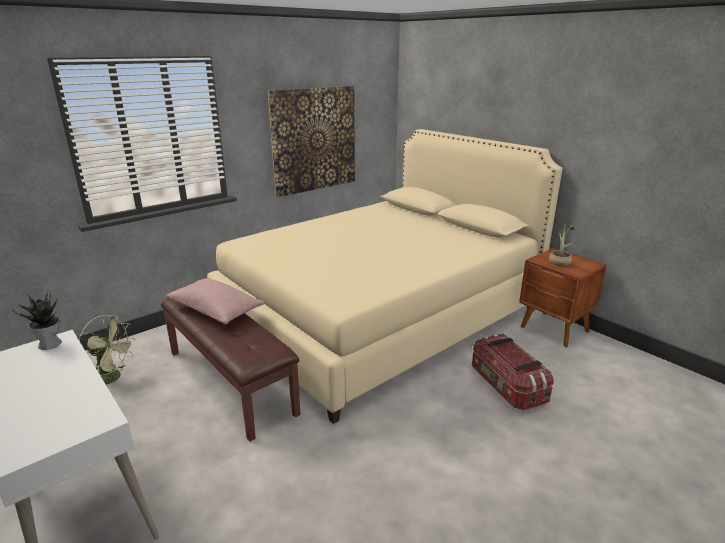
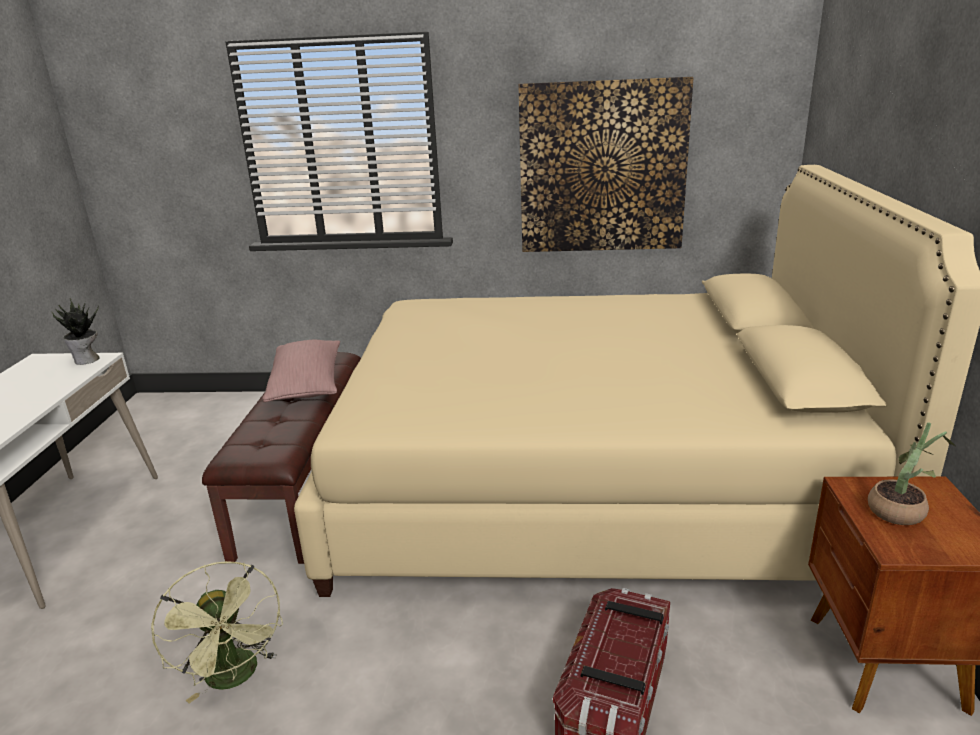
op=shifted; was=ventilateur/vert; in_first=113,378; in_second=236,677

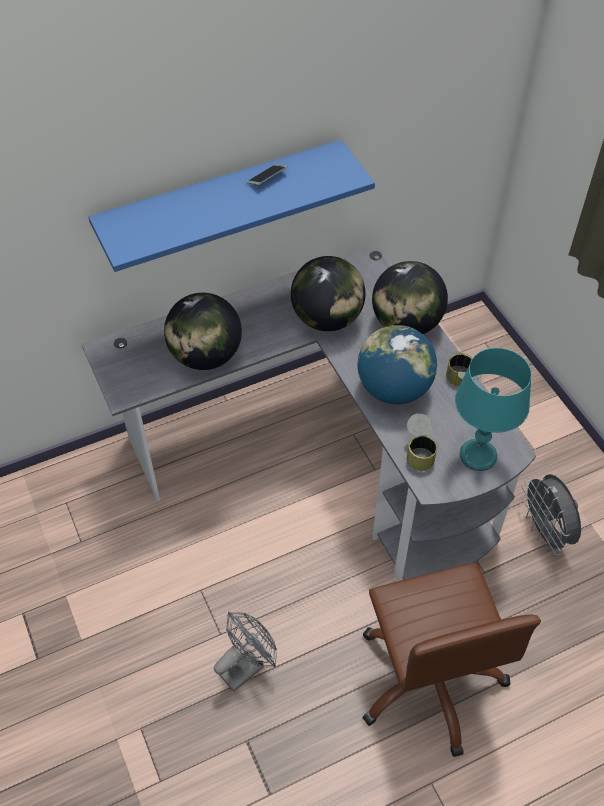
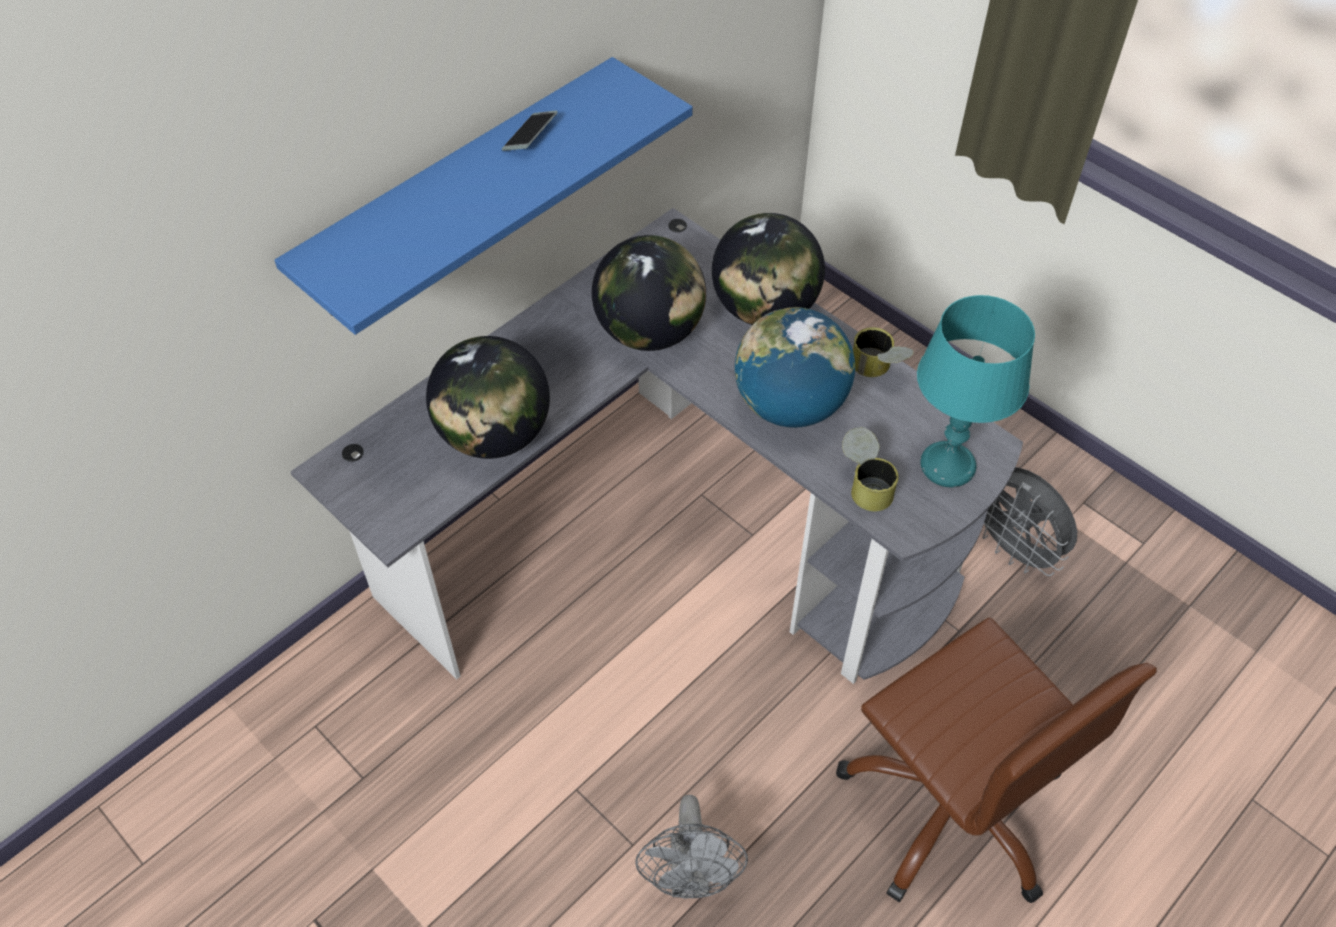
op=rotated; was=ventilateur/gris; in_first=247,666; in_second=691,878; clockwise=150

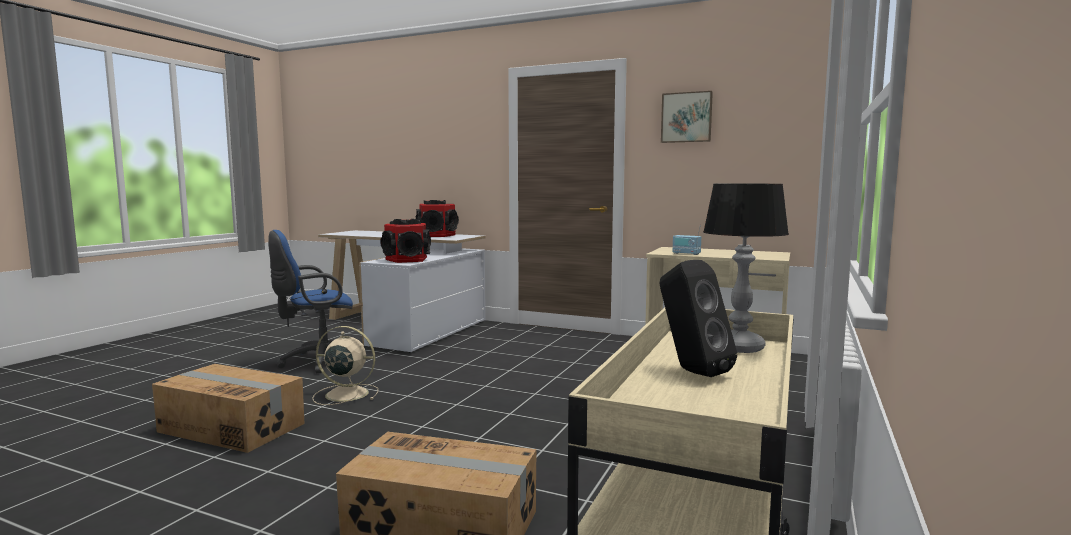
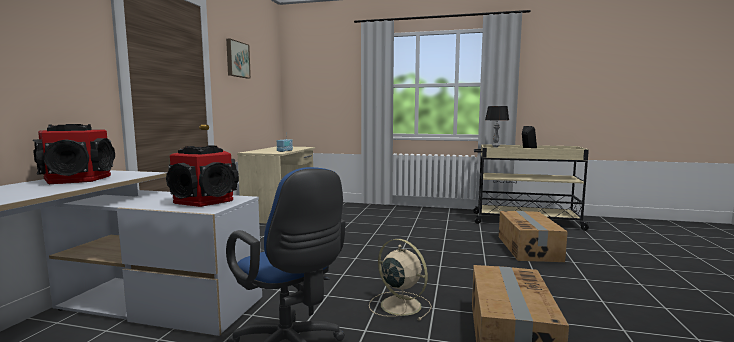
op=rotated; was=ventilateur/beige; in_first=345,394; in_second=399,305; clockwise=135

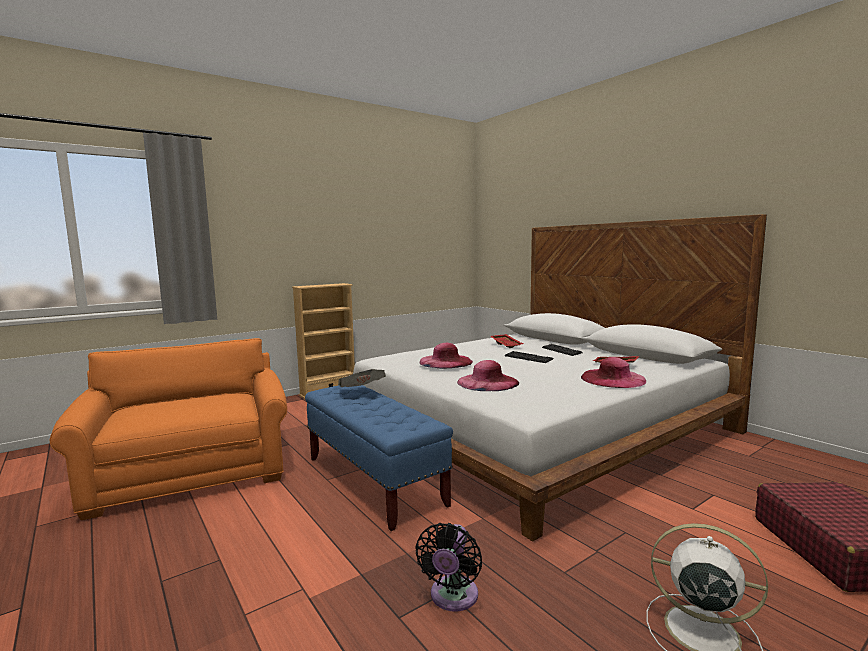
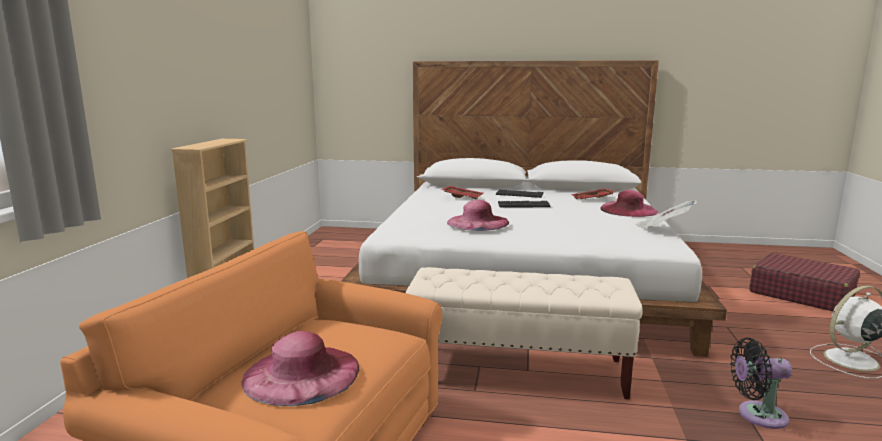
op=shifted; was=chapeau/rose; in_first=488,382; in_second=301,373
op=shifted; was=journal; in_first=362,392; in_second=663,229
op=repainted; was=banc/bleu; now=banc/beige; in_first=374,481; in_second=518,371
op=rotated; was=ventilateur/noir; in_first=452,597; in_second=757,415; clockwise=120

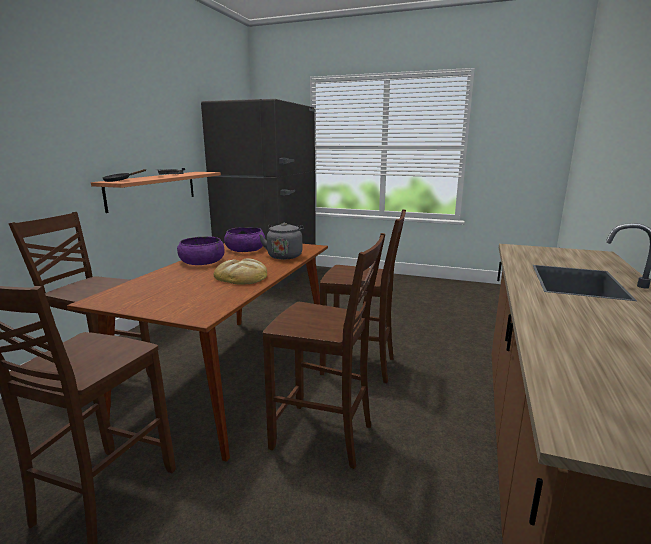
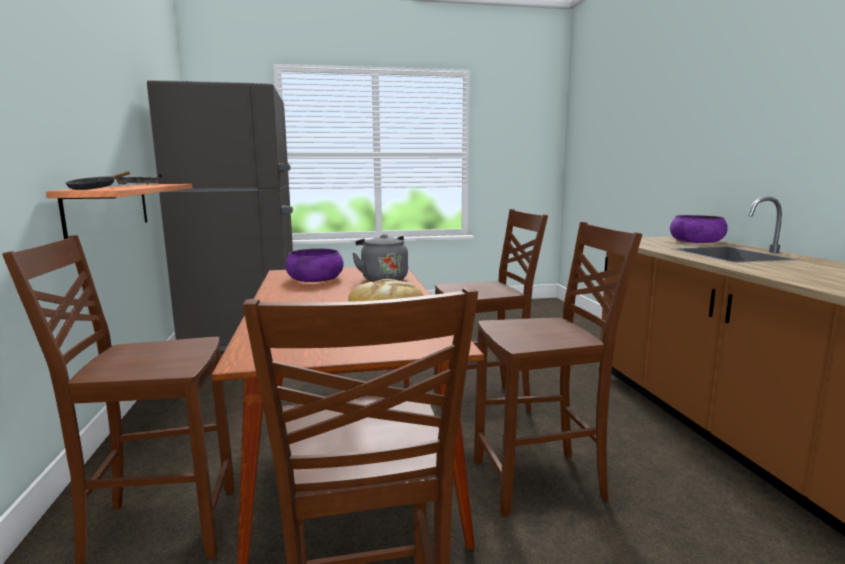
op=shifted; was=bol/violet; in_first=202,261; in_second=696,241

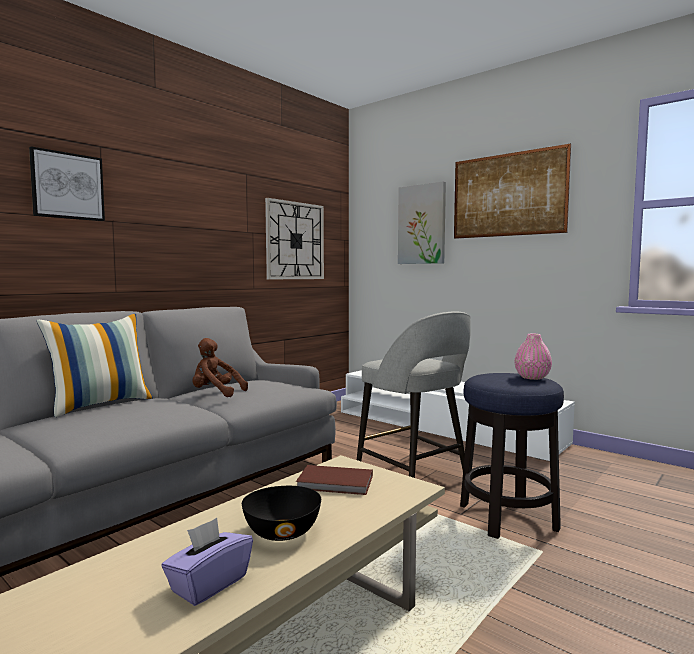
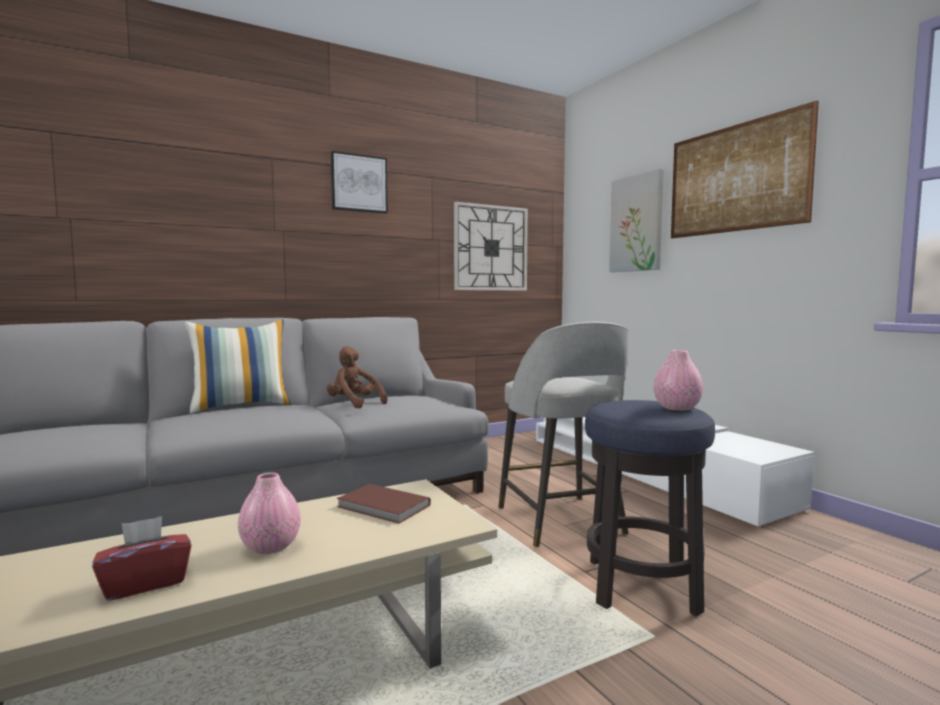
op=shifted; was=tableau; in_first=67,186; in_second=359,183
op=swapped; was=bol/noir; now=vase/rose; in_first=282,532; in_second=271,547
op=repainted; was=boîte à mouchoirs/violet; now=boîte à mouchoirs/rouge; in_first=208,584; in_second=145,583

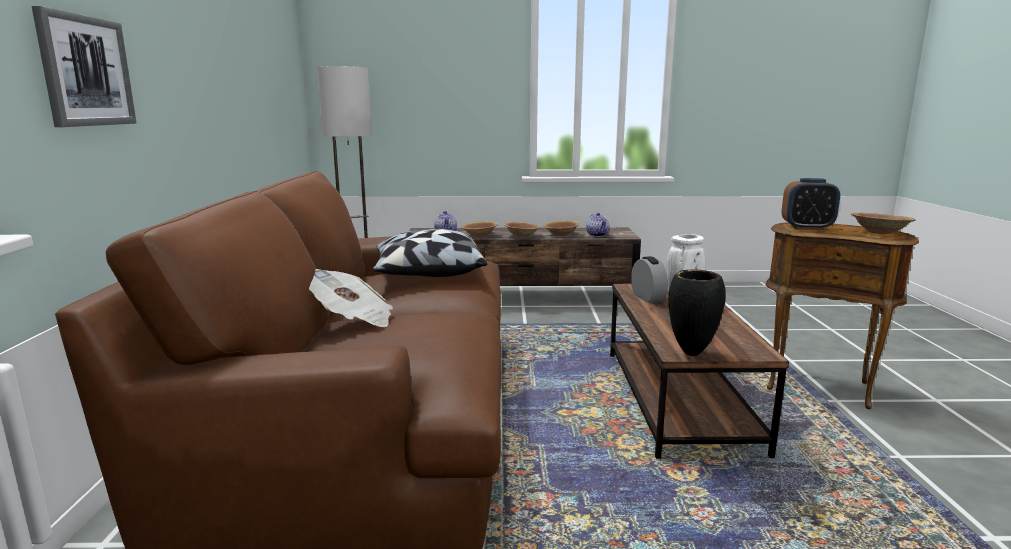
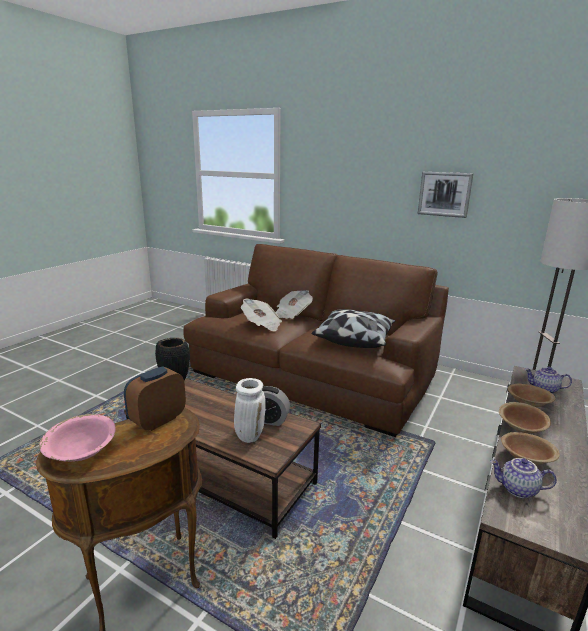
op=shifted; was=tableau; in_first=85,71; in_second=444,194
op=repainted; was=bol/marron; now=bol/rose; in_first=879,232; in_second=81,452
op=new; now=journal; in_second=262,325

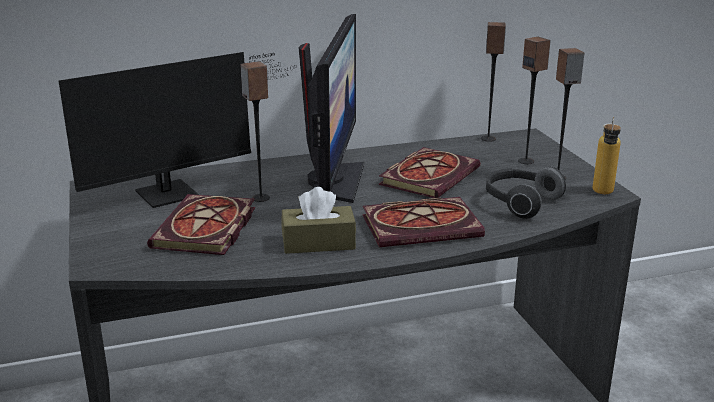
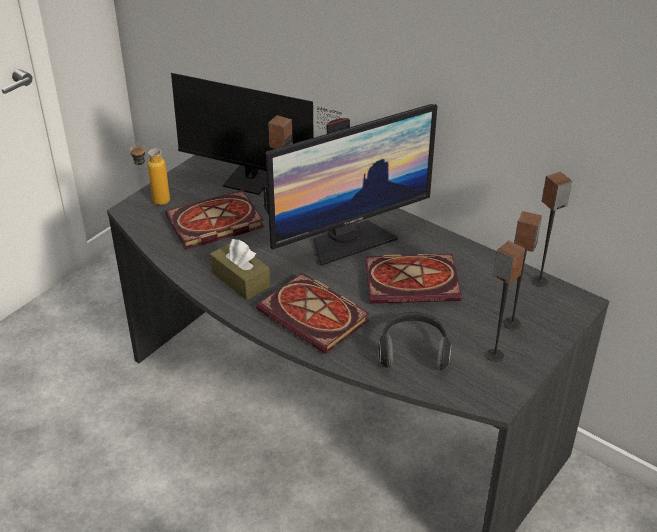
op=shifted; was=bouteille; in_first=602,194; in_second=154,202

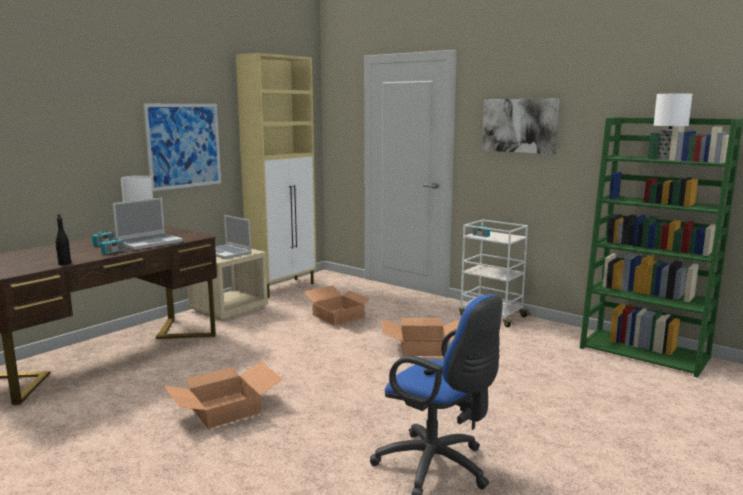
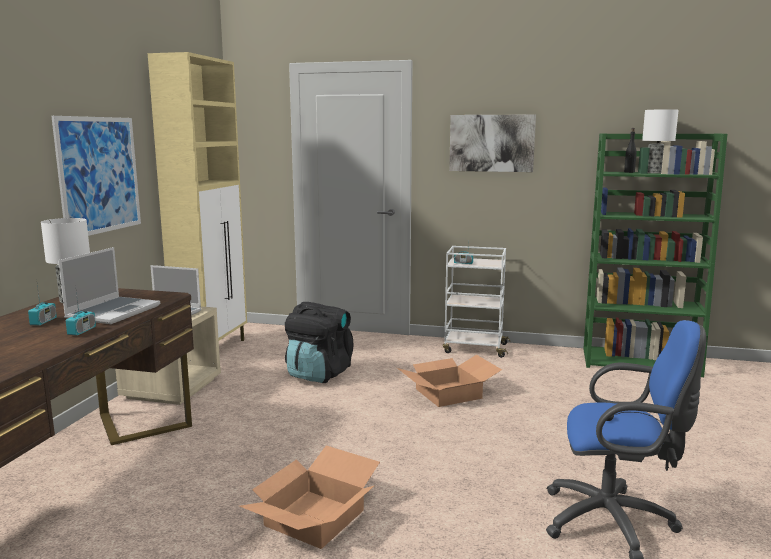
op=shifted; was=bouteille/noir; in_first=64,263; in_second=629,172
op=swapped; was=carton; now=sac à dos/noir; in_first=339,316; in_second=319,374

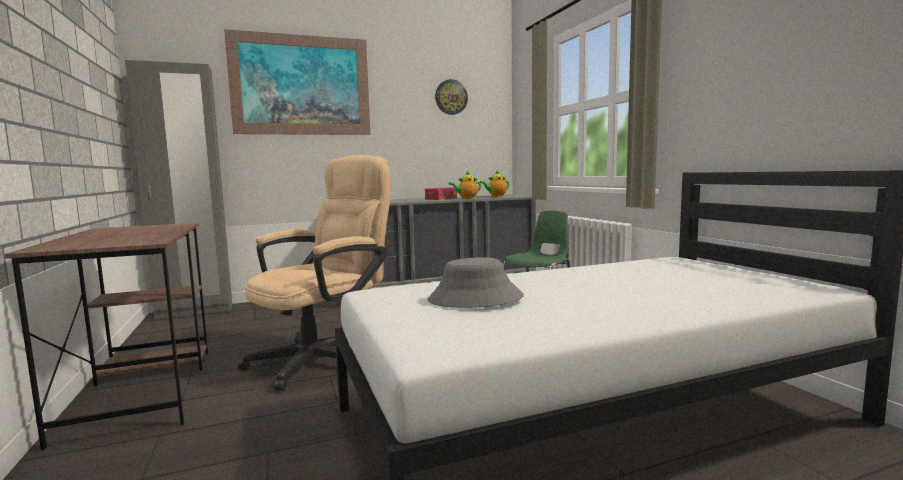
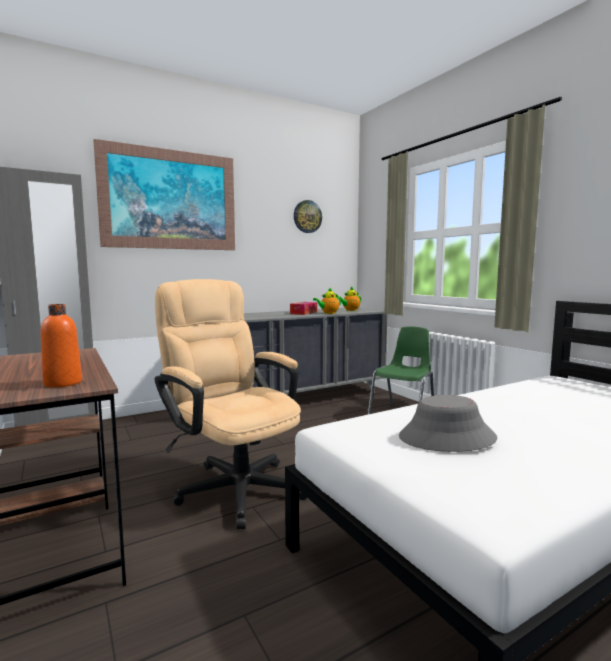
op=rotated; was=chaise de bureau/beige; in_first=324,358; in_second=233,485; clockwise=-75
op=new; now=bouteille/orange; in_second=63,383

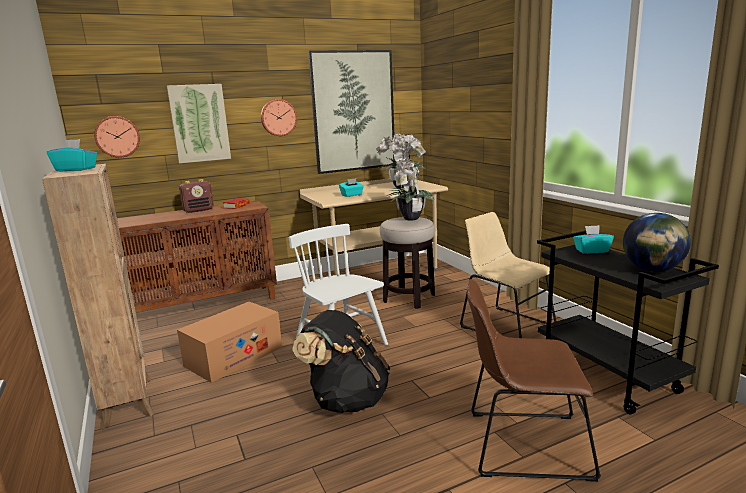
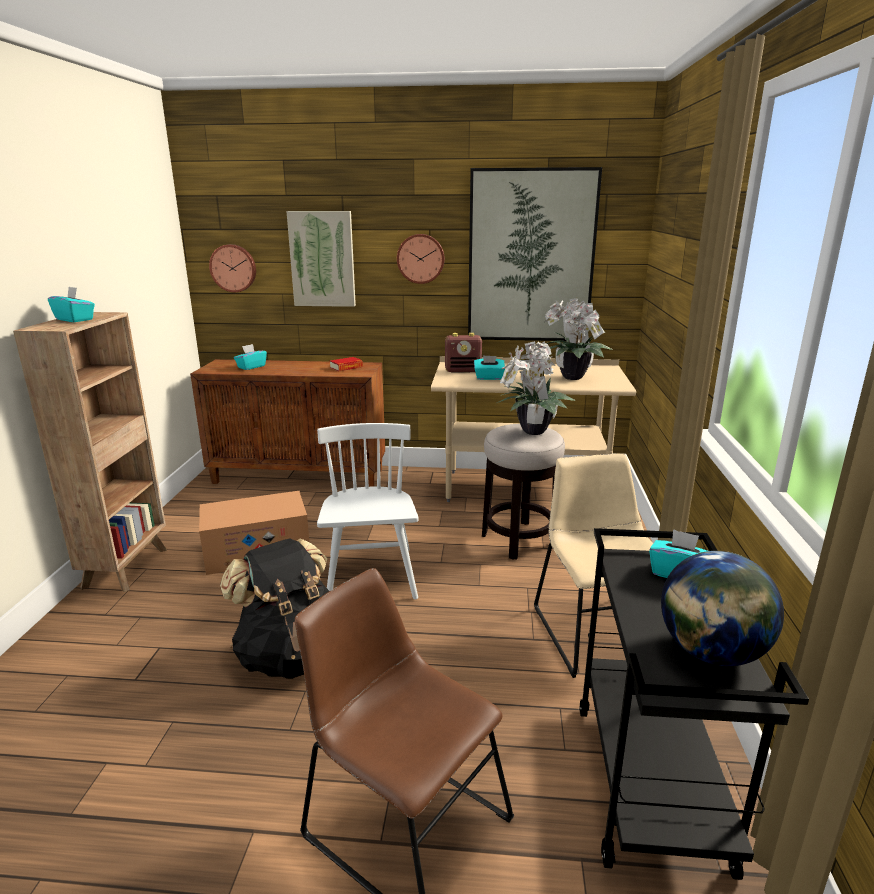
op=shifted; was=radio; in_first=199,210; in_second=463,371
op=new; now=boîte à mouchoirs/turquoise; in_second=251,367

